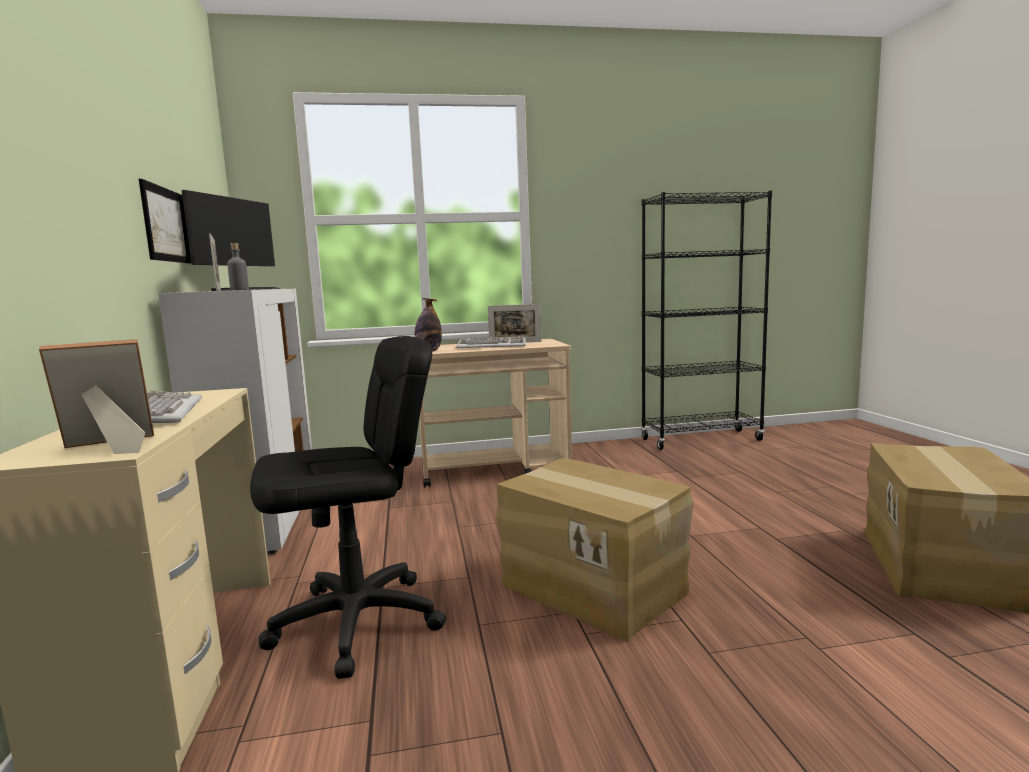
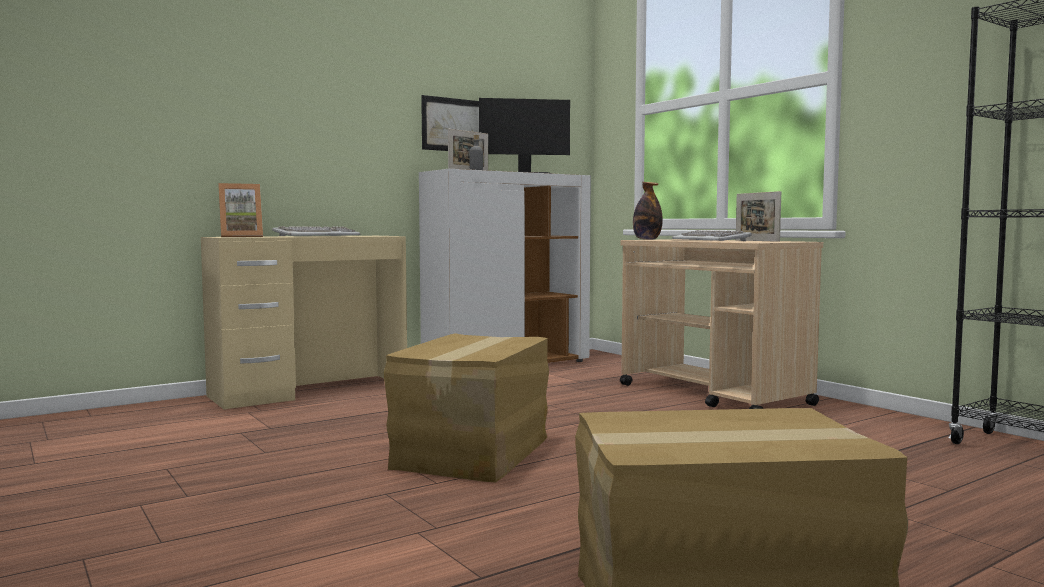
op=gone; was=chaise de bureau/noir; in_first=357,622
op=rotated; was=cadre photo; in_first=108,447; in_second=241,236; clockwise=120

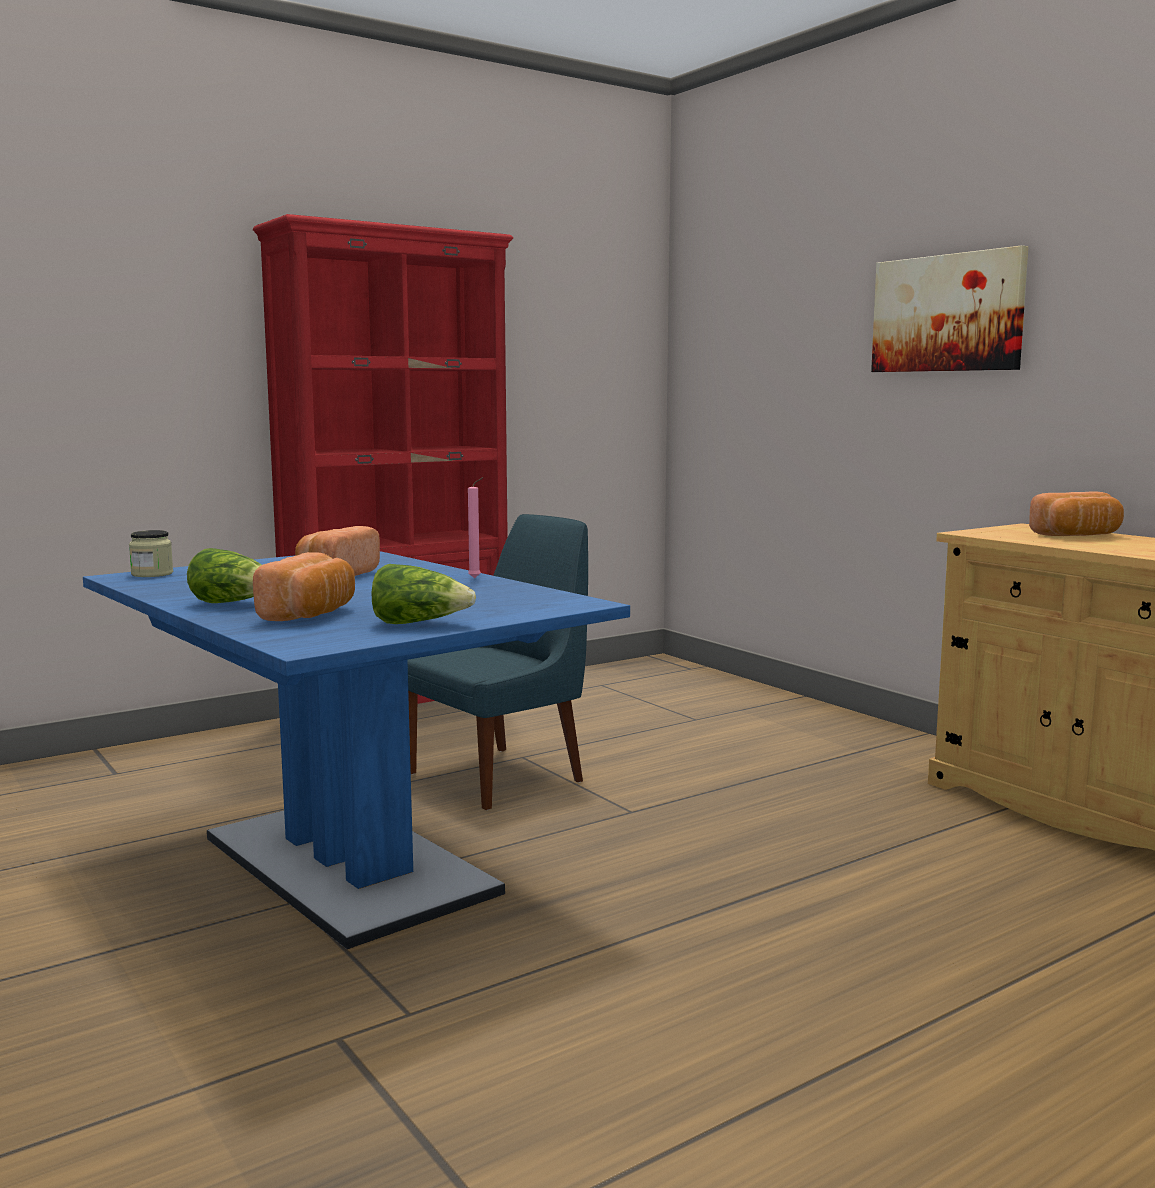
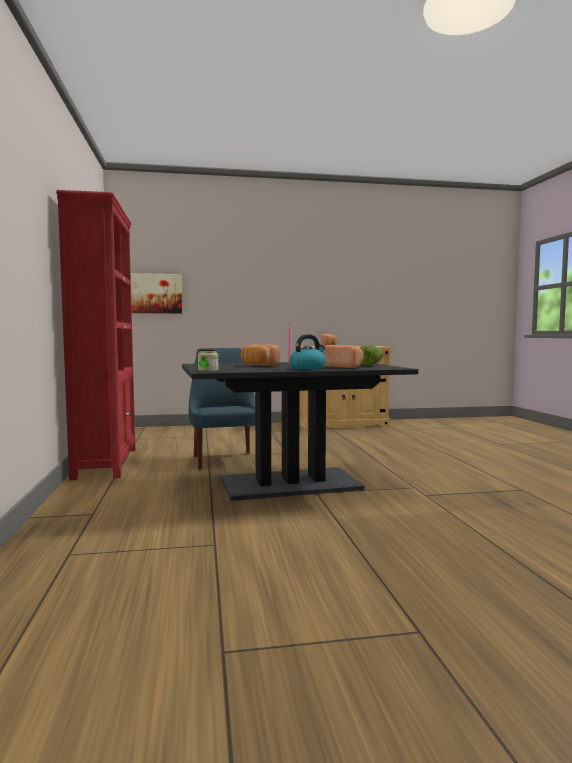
op=shifted; was=tableau; in_first=947,313; in_second=151,293
op=swapped; was=laitue; now=bouilloire; in_first=233,603; in_second=308,368
op=repainted; was=table à manger/bleu; now=table à manger/noir; in_first=347,865; in_second=290,484

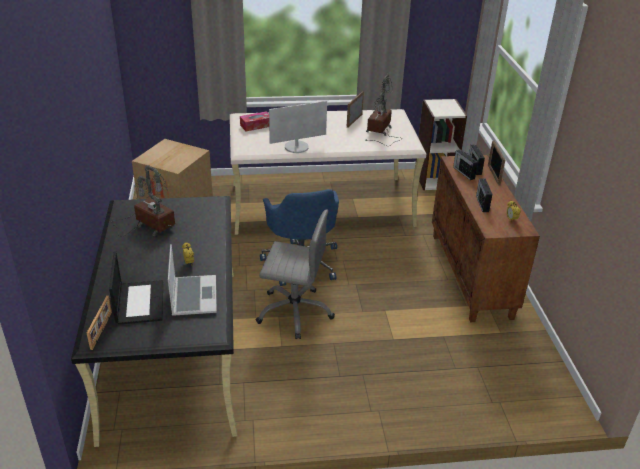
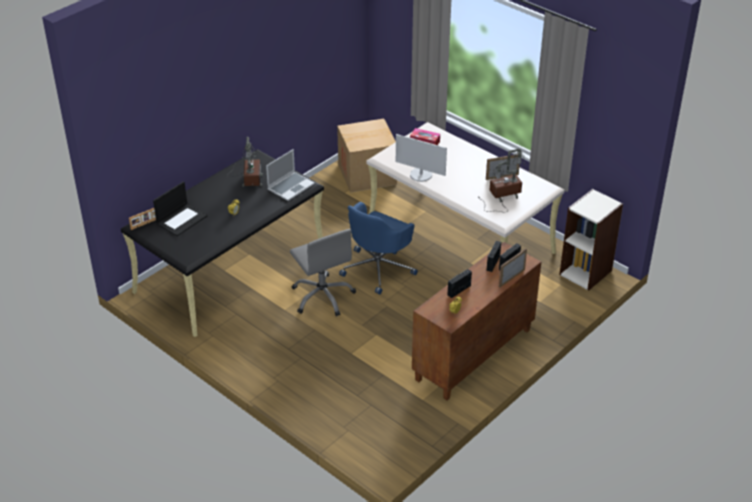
op=shifted; was=ordinateur portable; in_first=193,296; in_second=291,186

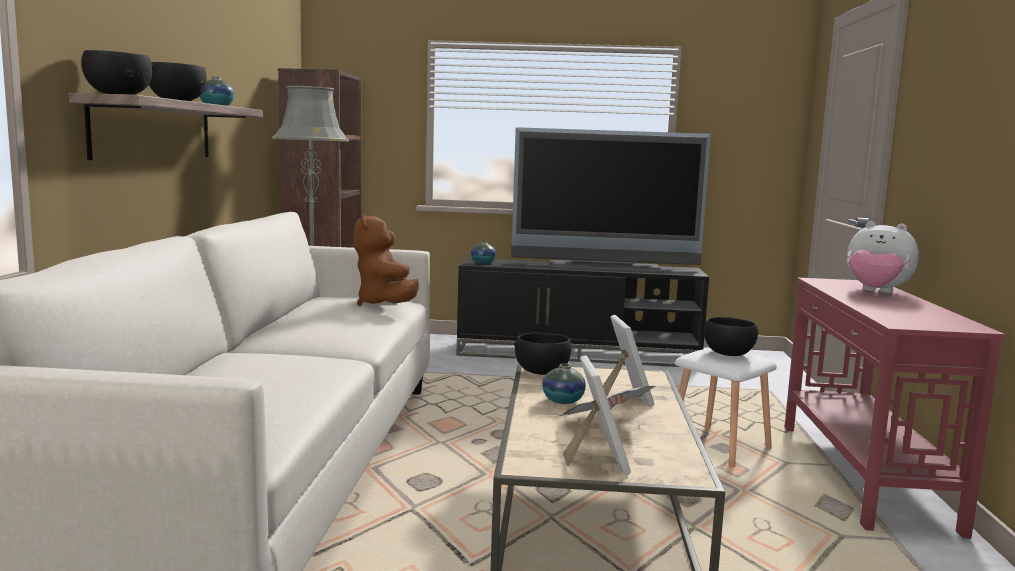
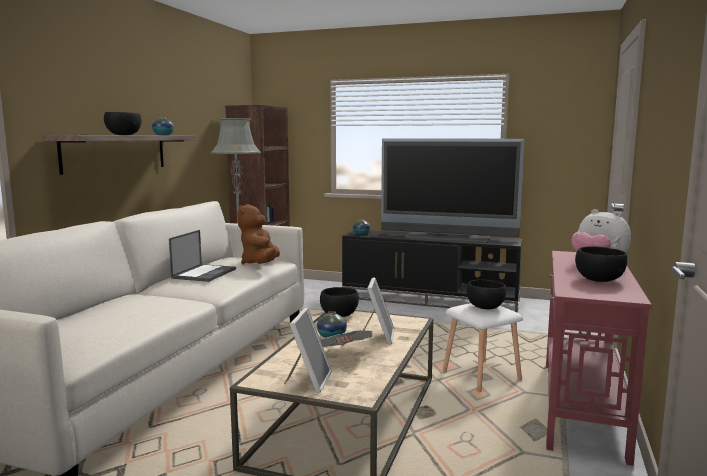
op=shifted; was=bol/noir; in_first=118,94; in_second=598,280
op=new; now=ordinateur portable; in_second=204,273

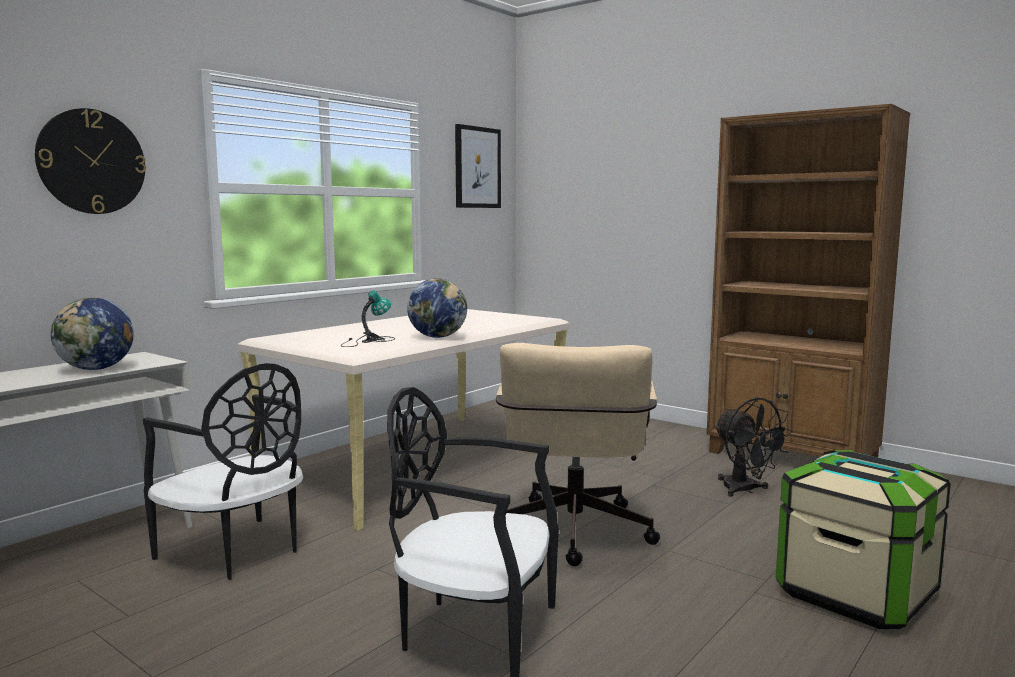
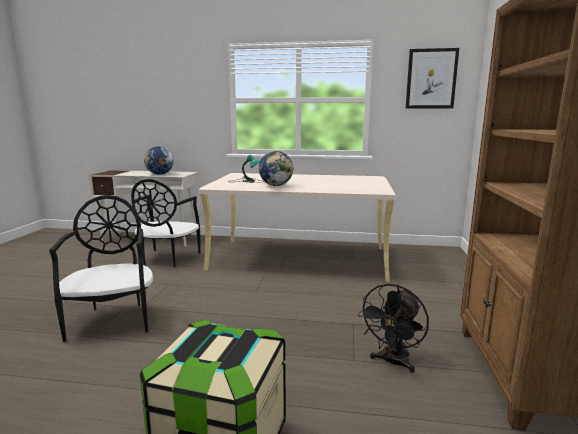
op=gone; was=horloge murale; in_first=91,162
op=gone; was=chaise de bureau/beige; in_first=574,537

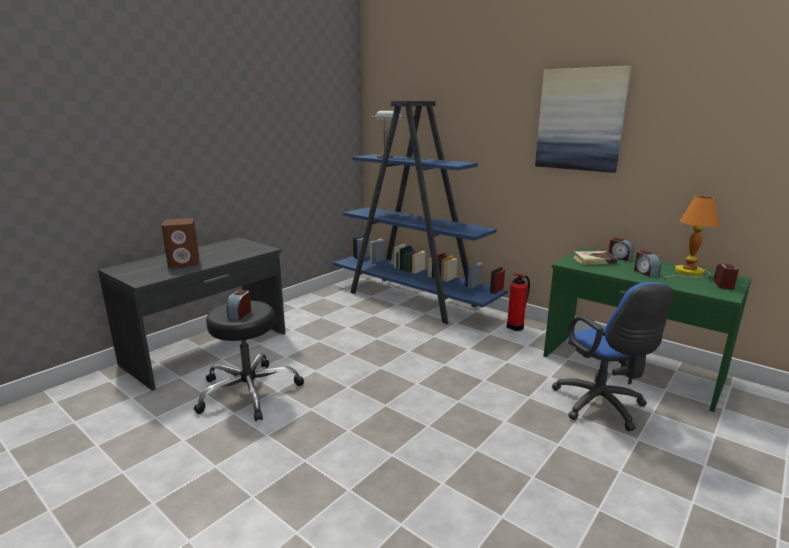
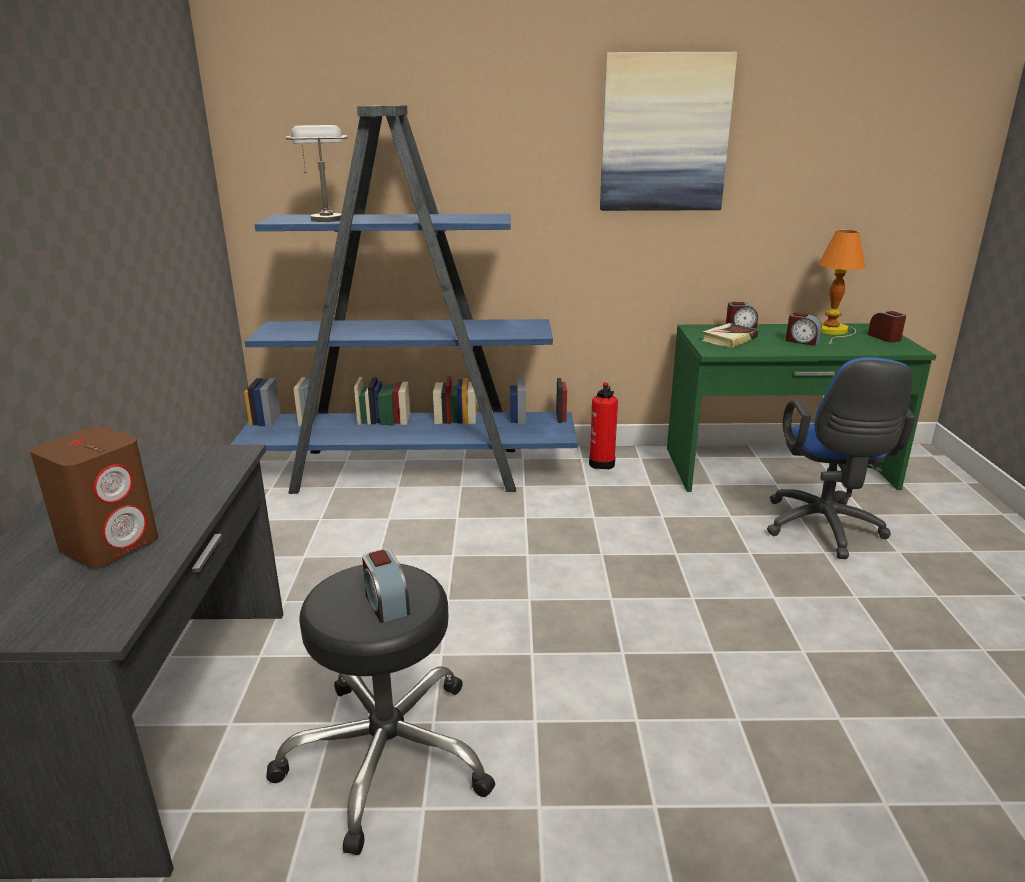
op=rotated; was=chaise de bureau/bleu; in_first=602,407; in_second=824,530; clockwise=60

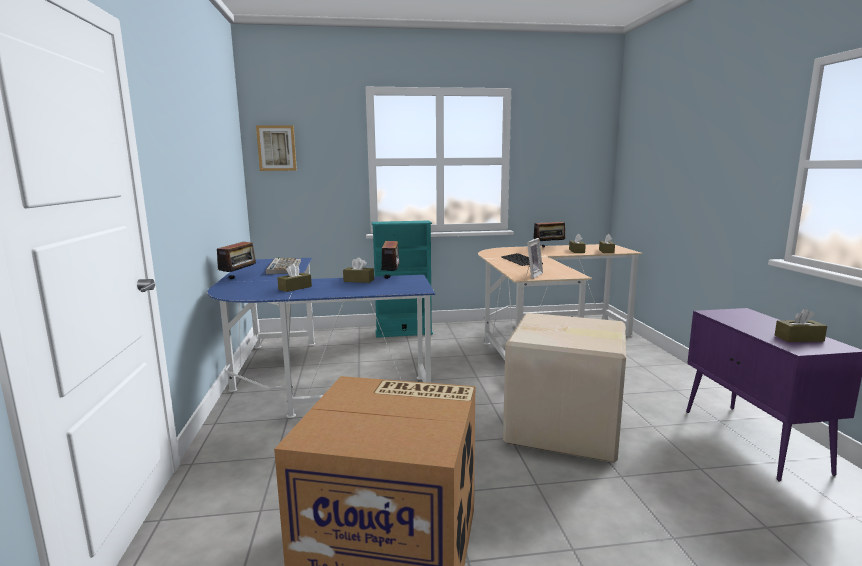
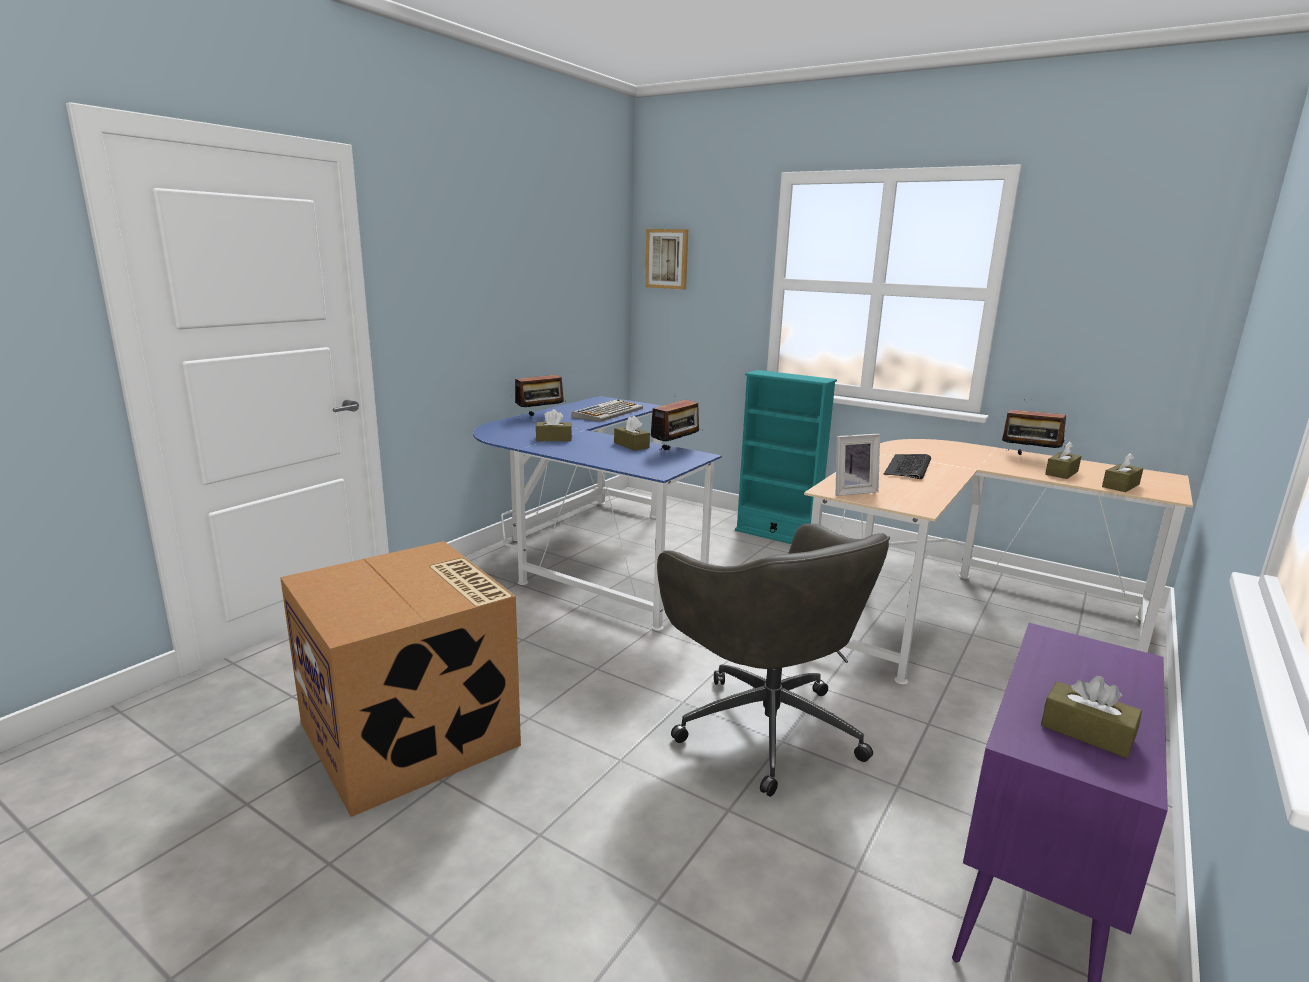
op=swapped; was=carton; now=chaise de bureau/gris; in_first=564,428; in_second=764,725

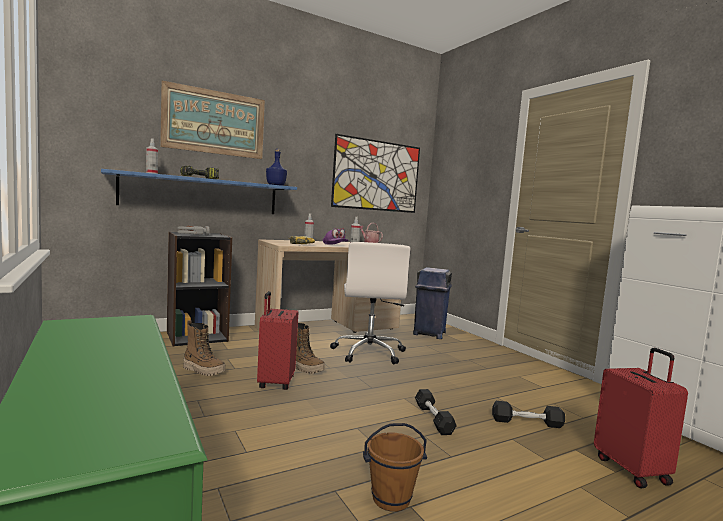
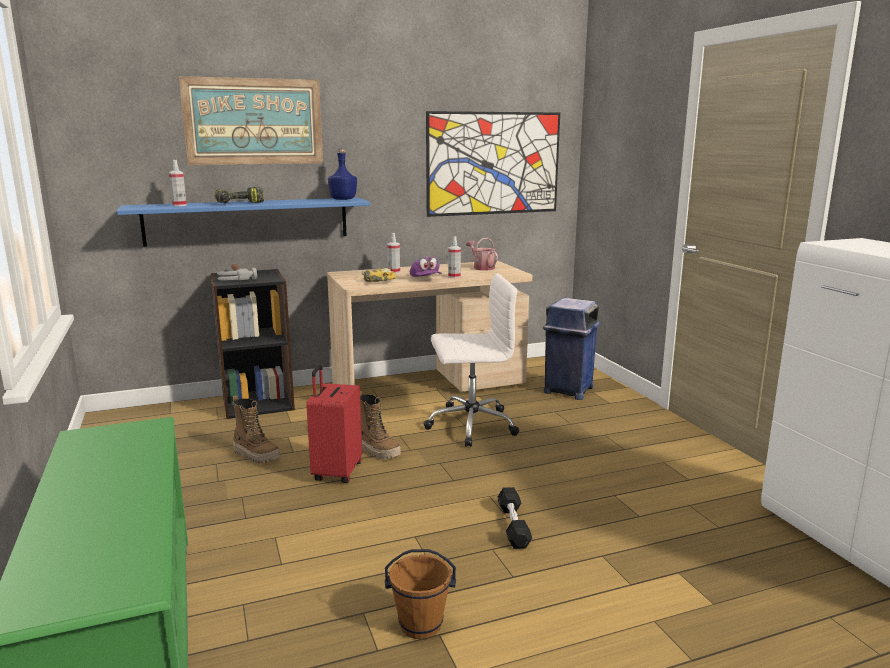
op=rotated; was=chaise de bureau/blanc; in_first=369,352; in_second=470,425; clockwise=-105
op=gone; was=valise/rouge; in_first=632,470
op=gone; was=haltère/noir; in_first=526,422

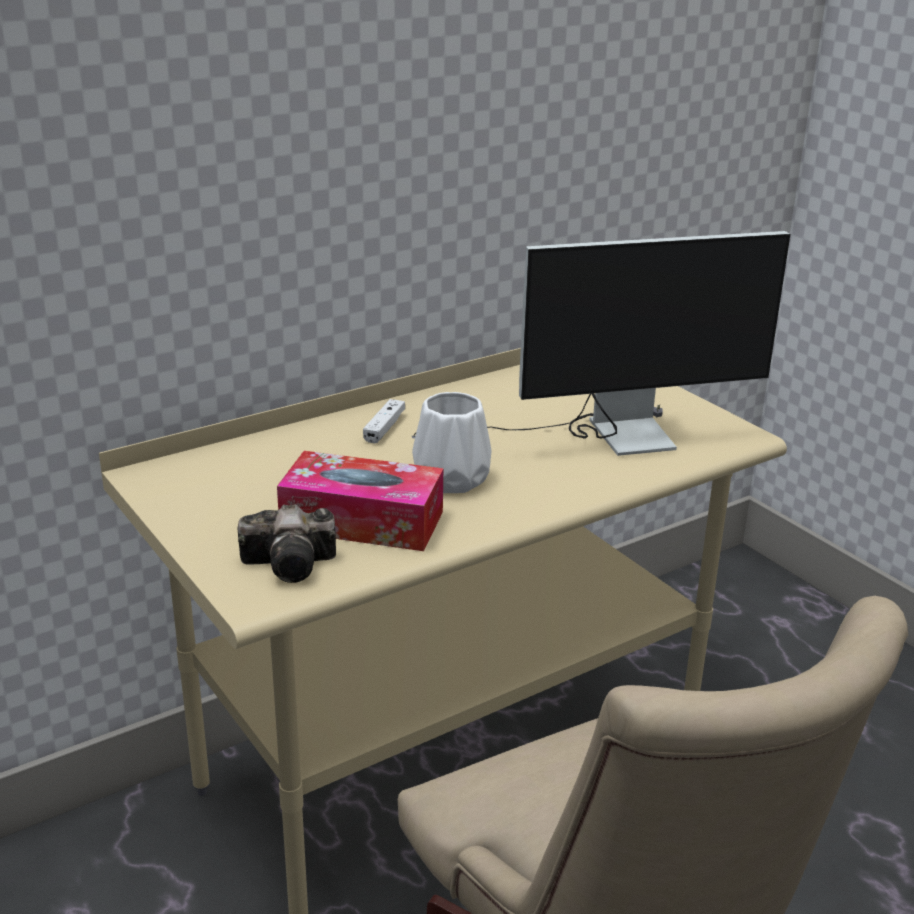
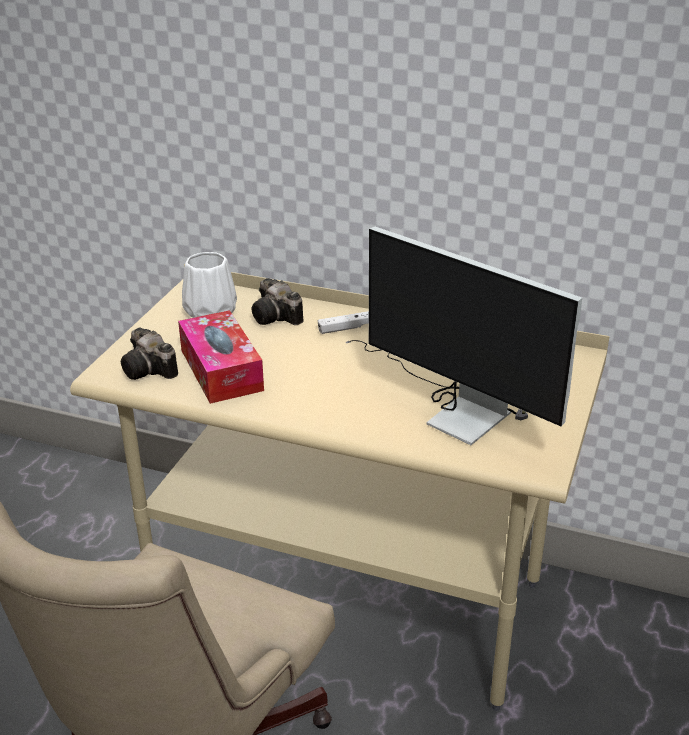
op=shifted; was=vase/blanc; in_first=451,478; in_second=212,312
op=new; now=appareil photo; in_second=277,317

